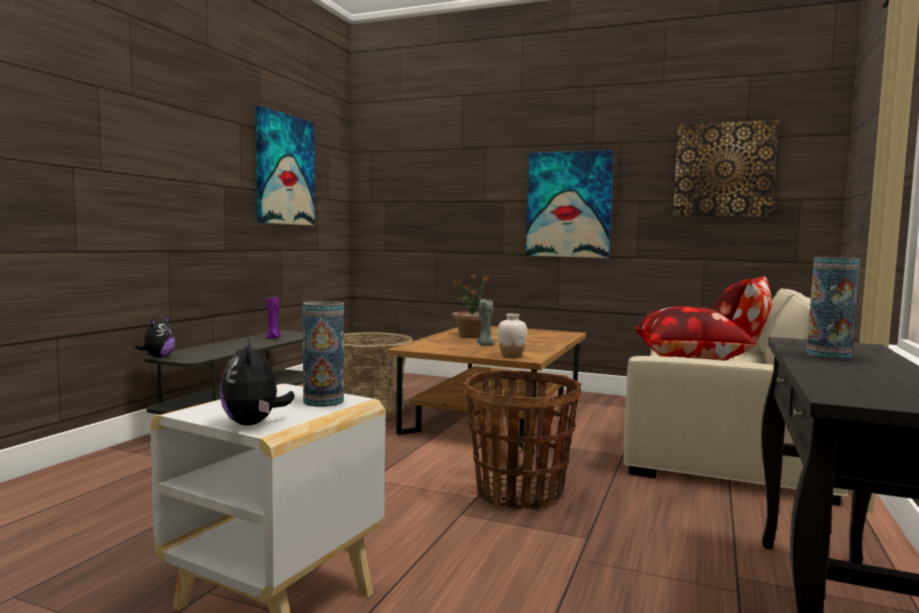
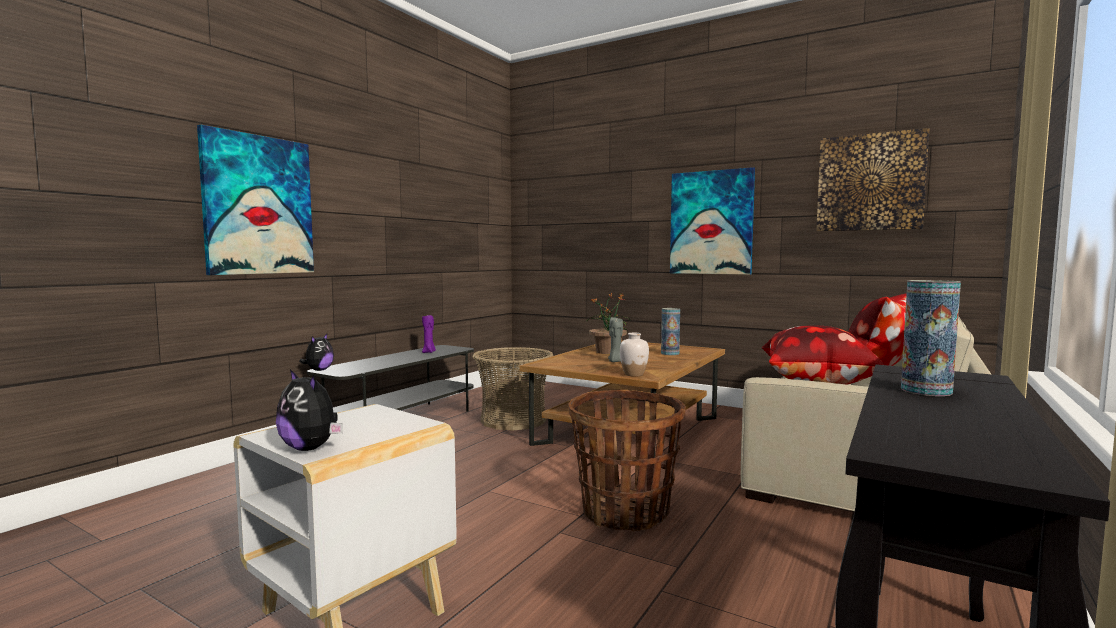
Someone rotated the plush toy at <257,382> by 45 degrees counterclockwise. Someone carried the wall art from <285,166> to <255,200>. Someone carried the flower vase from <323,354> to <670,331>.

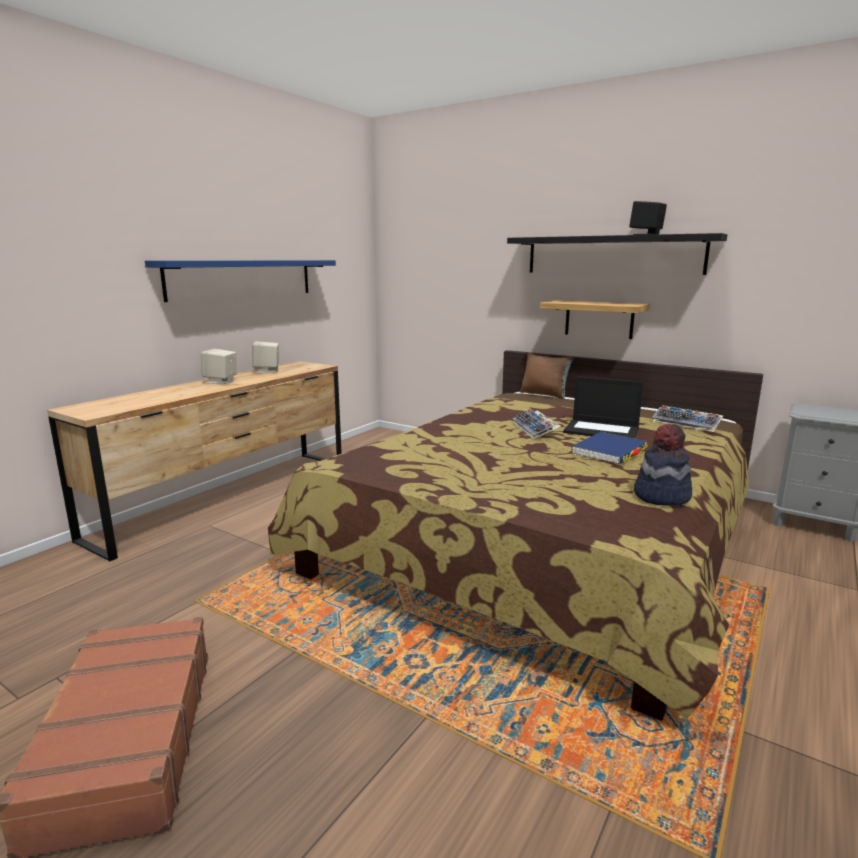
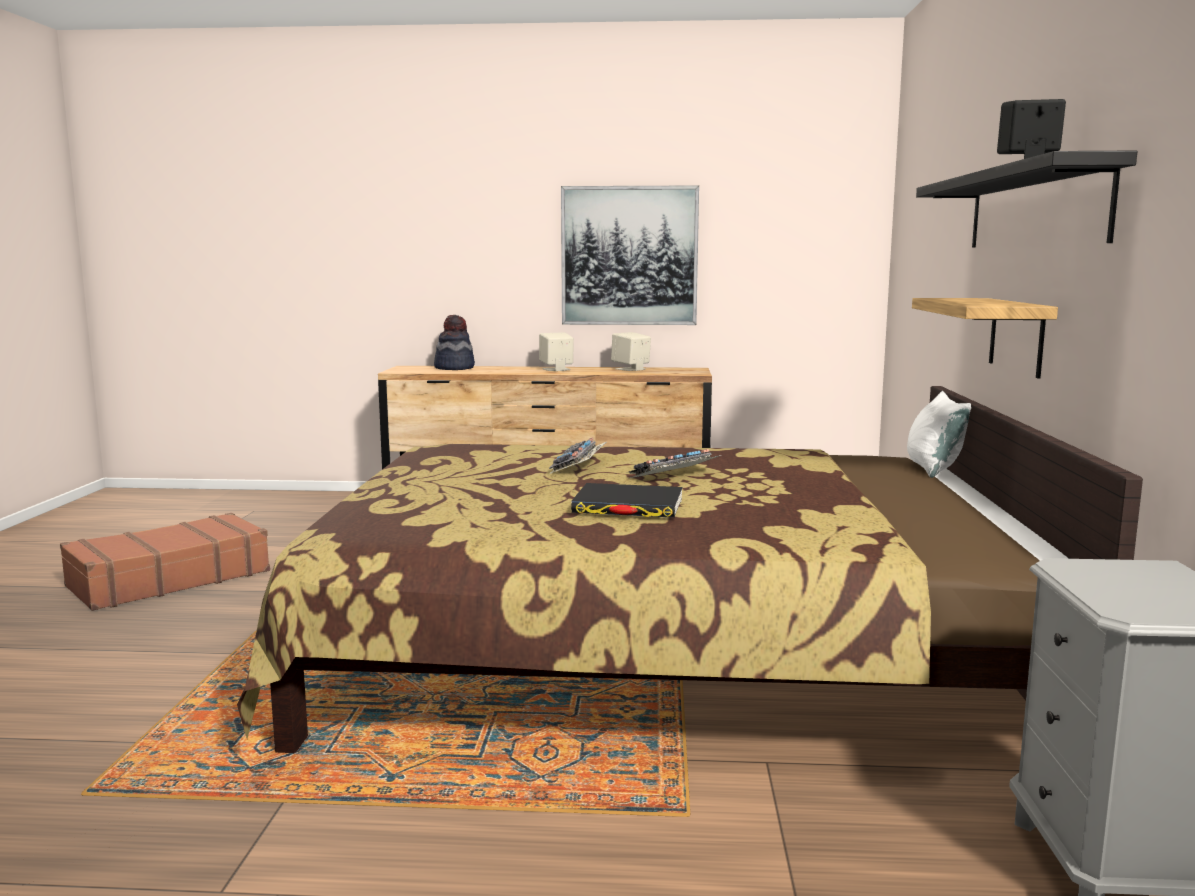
Someone swapped the blue wall shelf at <240,281> for the wall art at <630,255>. Someone repainted the brownish cushion at <547,375>, which became the white-coloured cushion at <939,434>. Someone took away the notebook computer at <603,407>. Someone repainted the blue book at <610,448>, which became the black book at <627,500>. Someone carried the hat from <663,465> to <454,342>. Someone carried the computer keyboard from <688,418> to <577,455>.

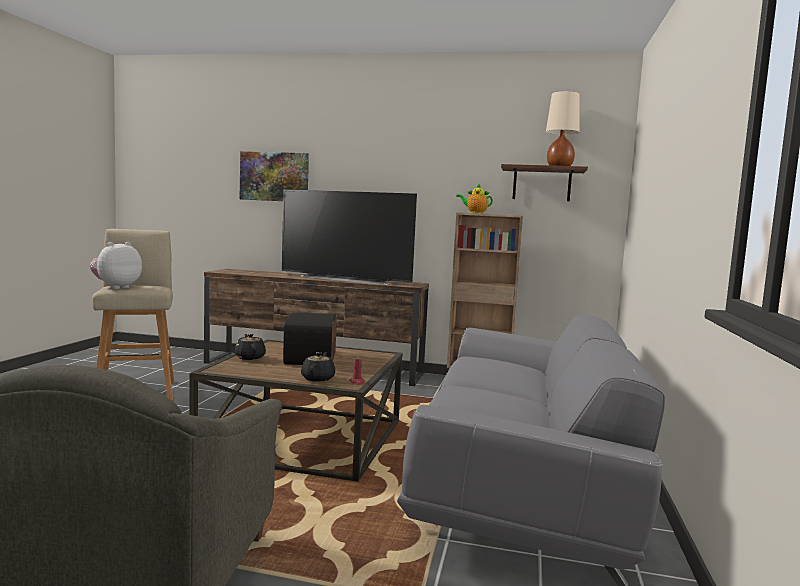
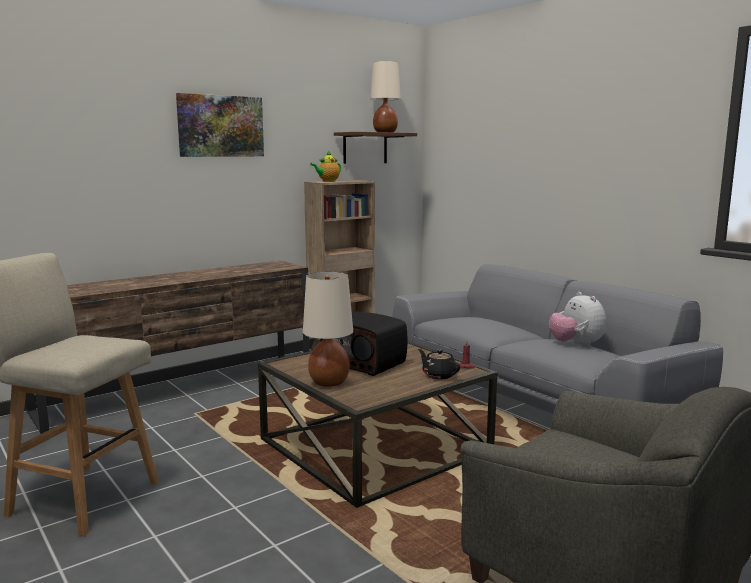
Someone carried the plush toy from <116,265> to <577,319>. Someone swapped the black tea pot at <250,347> for the sand-coloured table lamp at <328,329>. Someone carried the wall art from <274,176> to <220,125>. Someone took away the TV at <349,237>.

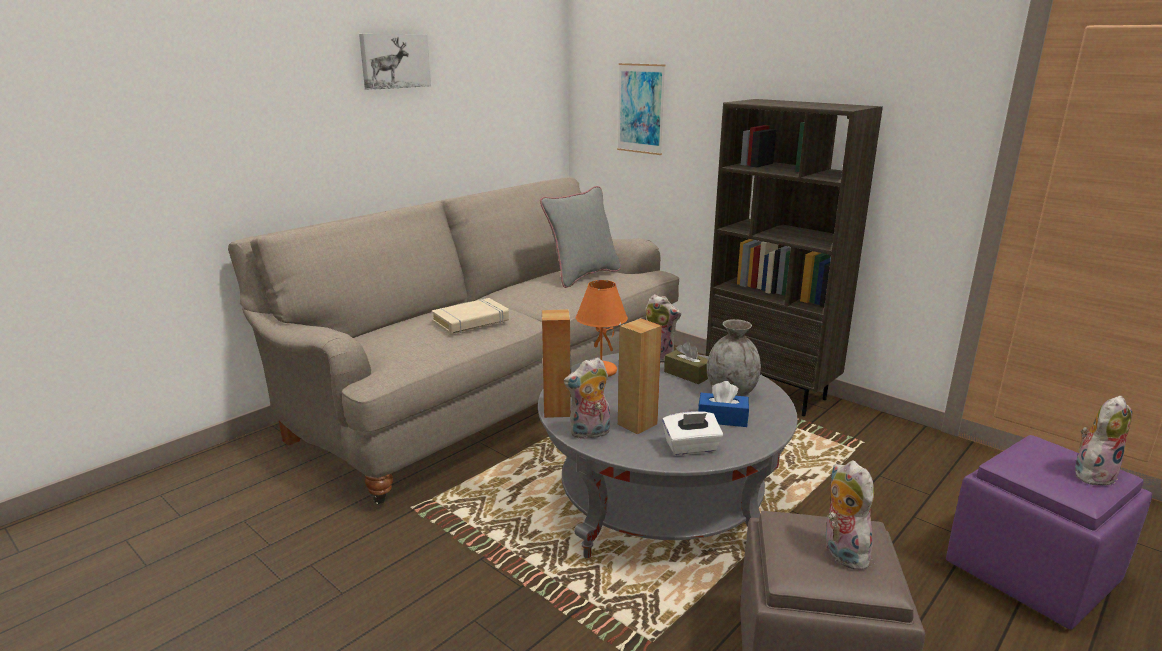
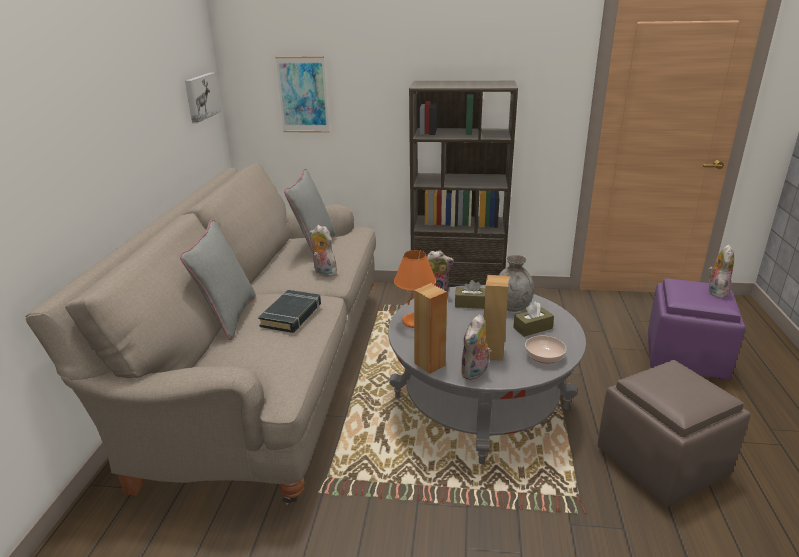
Someone carried the wall art from <395,62> to <203,98>. Someone repainted the sand-coloured book at <470,316>, which became the black book at <289,311>. Someone swapped the white-coloured tissue box at <692,433> for the deep dish at <546,350>. Someone repainted the blue tissue box at <723,404>, which became the brownish tissue box at <533,319>. Someone carried the plush toy from <850,515> to <323,251>. Someone put down the greyish cushion at <218,280>.

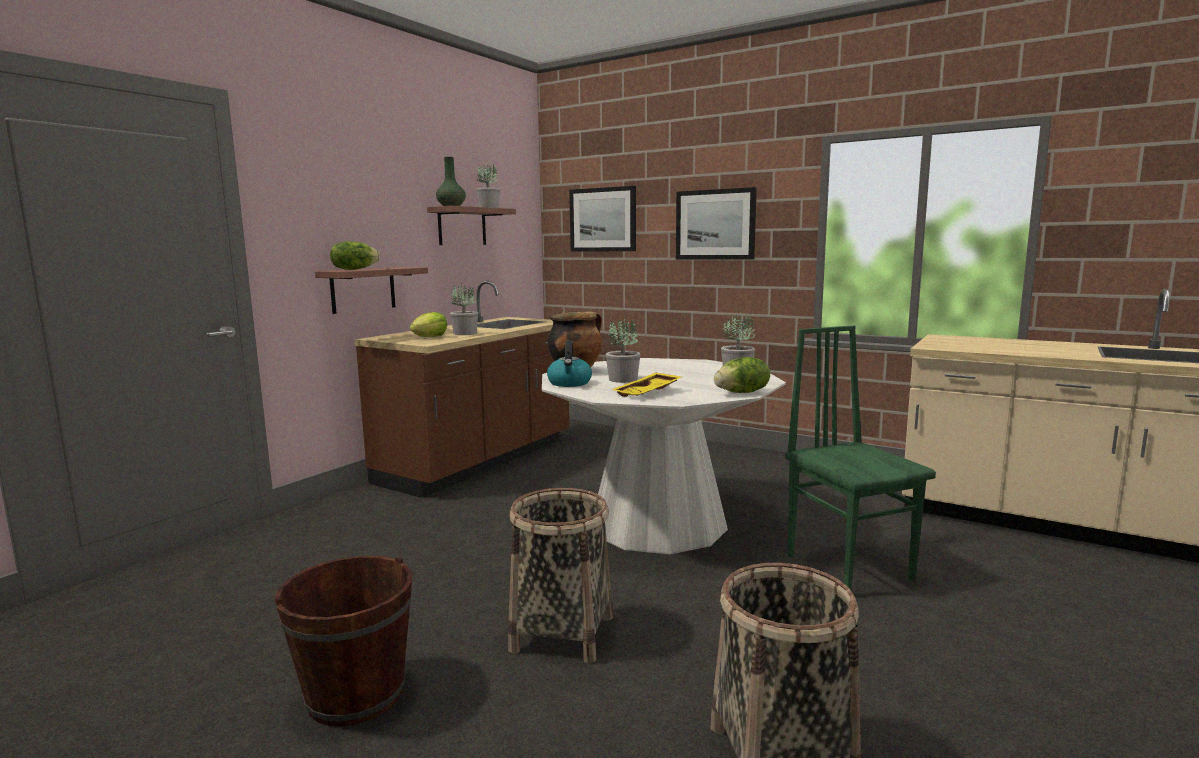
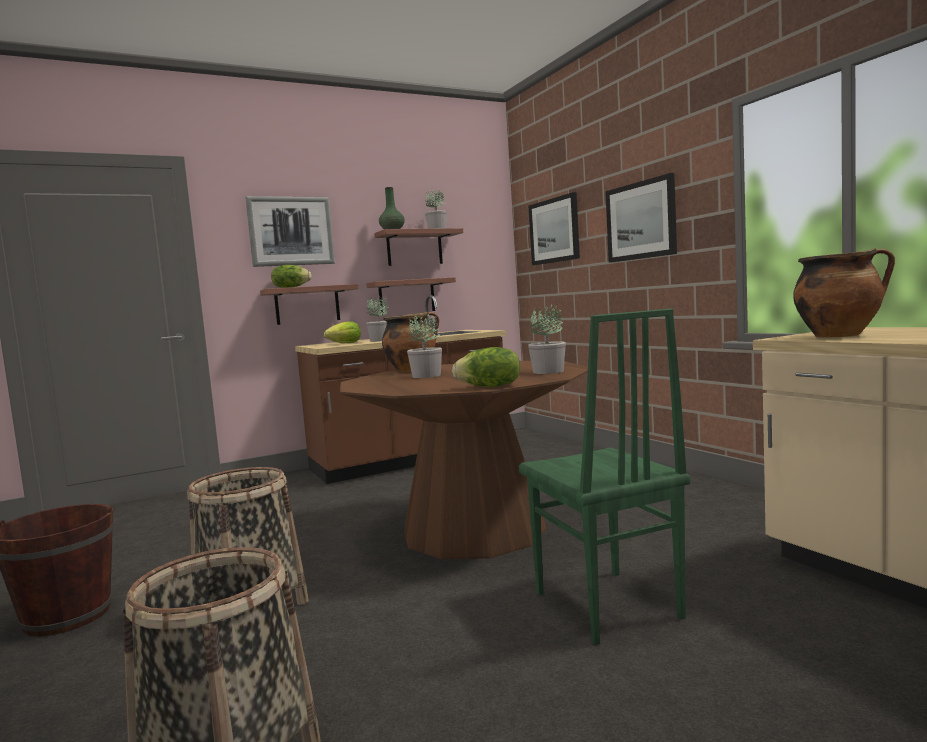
Someone repainted the white-coloured kitchen table at <664,456>, which became the brownish kitchen table at <464,460>. Someone took away the water kettle at <569,364>. Someone took away the yellow-coloured tray at <647,385>. Someone rotated the green chair at <860,458> by 150 degrees clockwise. Someone put up the wall art at <290,231>. Someone put up the wall shelf at <411,296>. Someone put down the cooking pot at <844,293>.

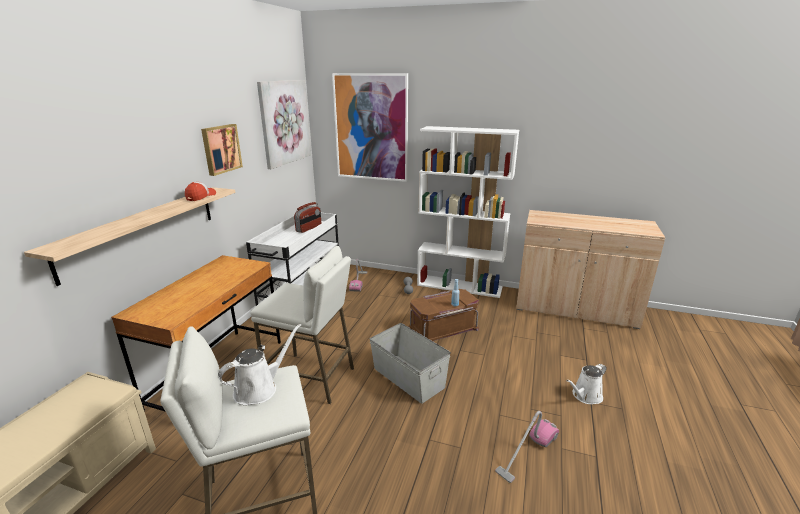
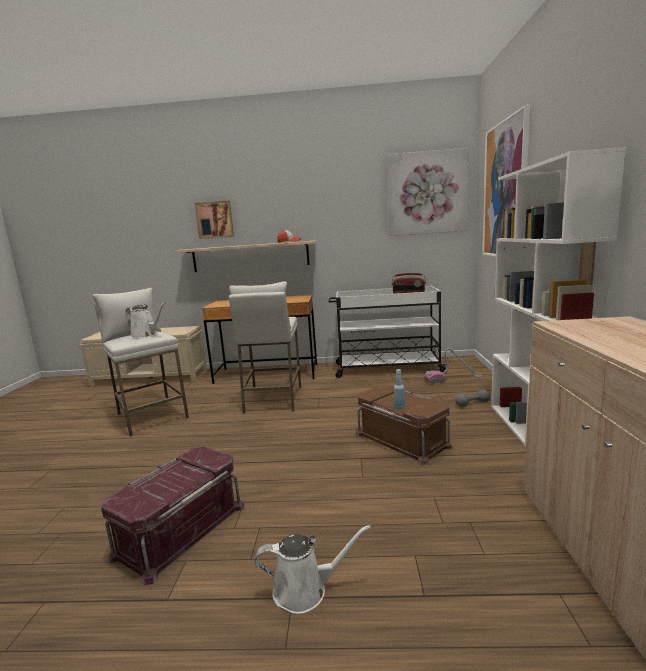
Someone carried the wall art from <222,150> to <214,220>. Someone took away the greyish storage container at <410,363>. Someone swapped the vacuum at <527,447> for the red storage container at <172,516>. Someone rotated the white-coloured watering can at <586,384> by 135 degrees clockwise.

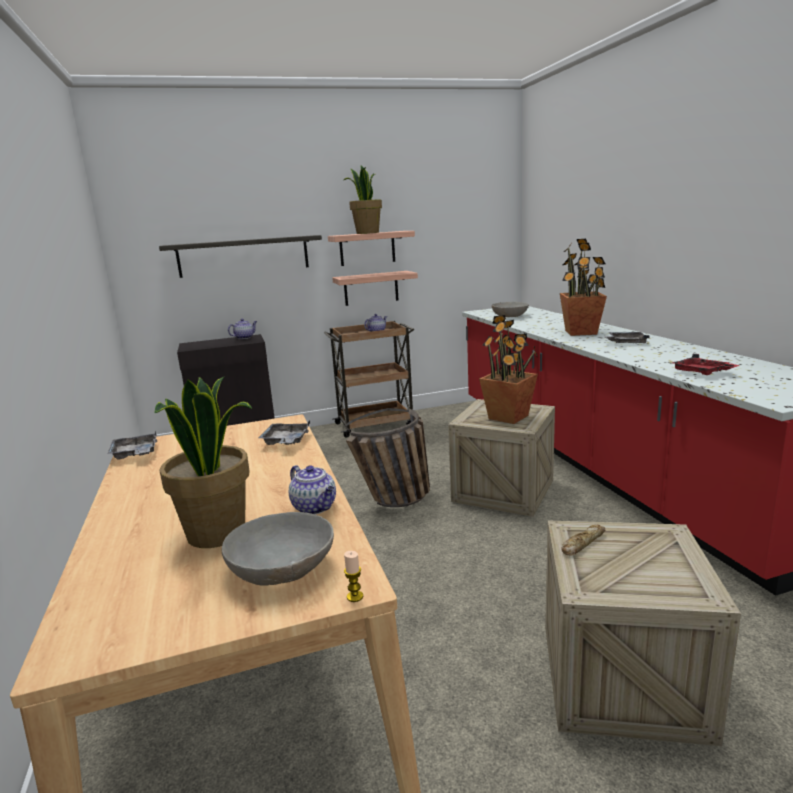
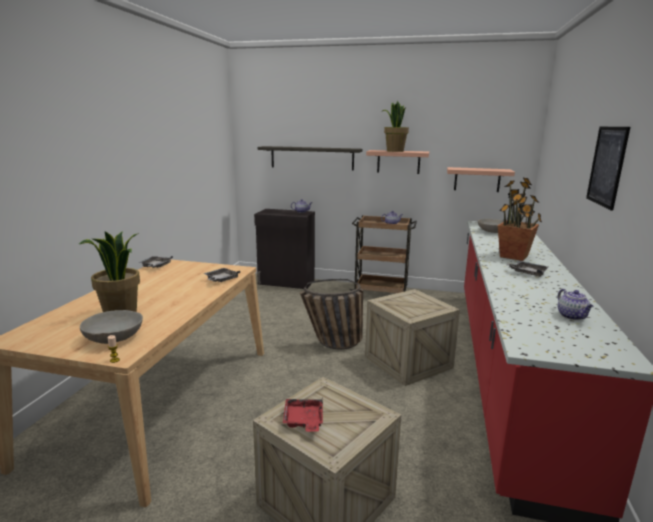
Someone carried the tea pot from <312,489> to <576,304>. Someone carried the wall shelf from <375,288> to <481,179>. Someone took away the potted plant at <508,369>. Someone took away the baked bread at <583,539>. Someone carried the red tray from <705,364> to <303,414>. Someone put up the wall art at <608,169>.

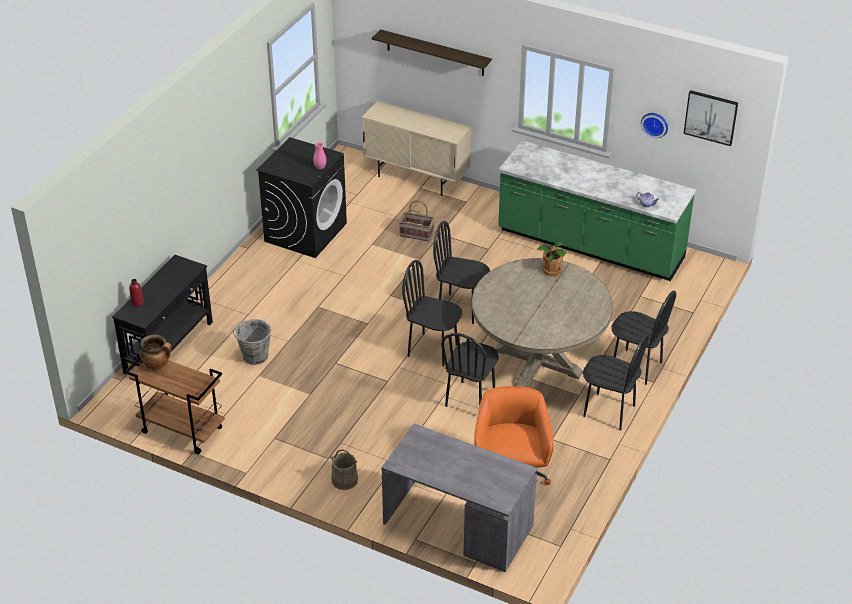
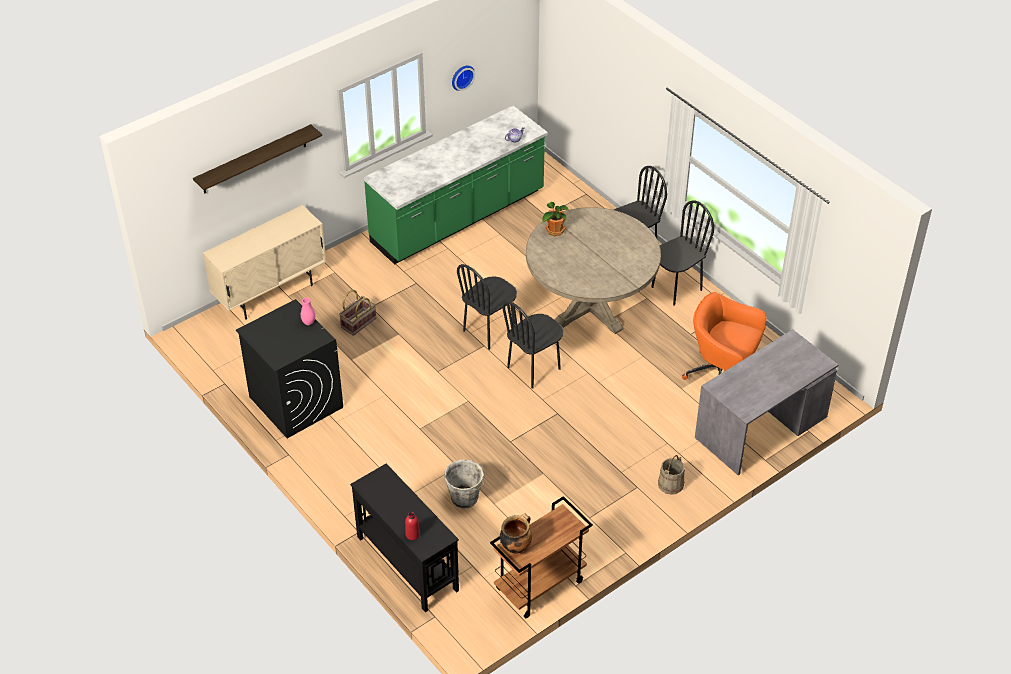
Someone took away the black chair at <470,370>. Someone took away the wall art at <710,118>.

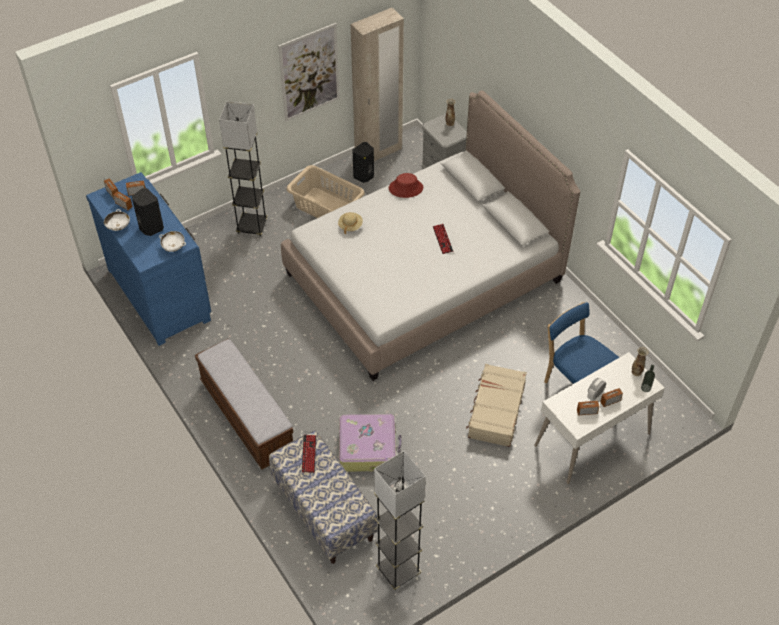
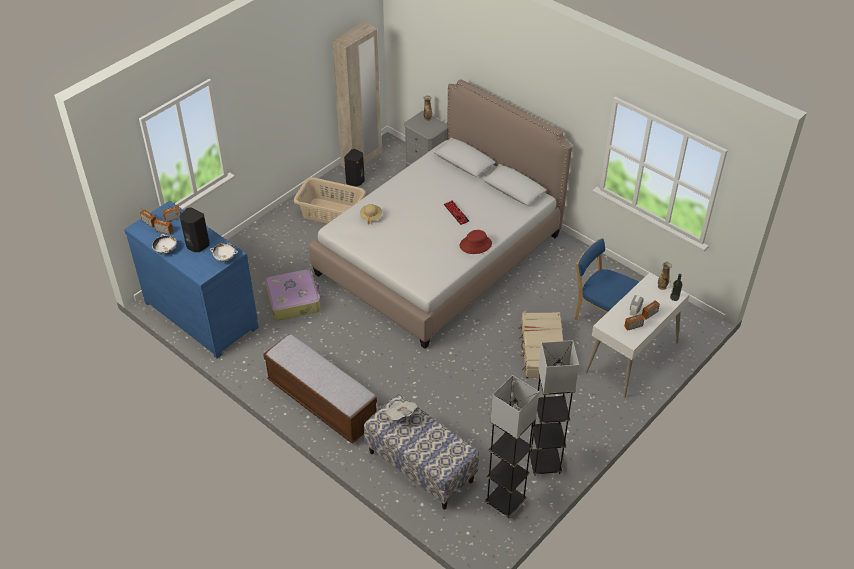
Someone carried the greyish floor lamp from <243,169> to <554,408>. Someone took away the wall art at <309,72>. Someone swapped the computer keyboard at <309,454> for the daily paper at <401,410>. Someone carried the piece of luggage from <370,443> to <293,295>. Someone carried the red hat from <406,185> to <476,242>.

